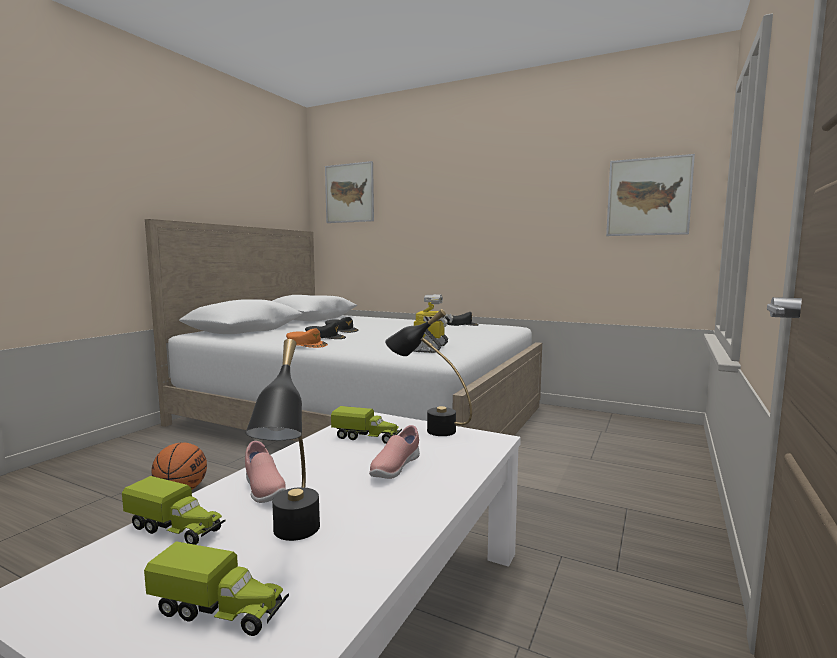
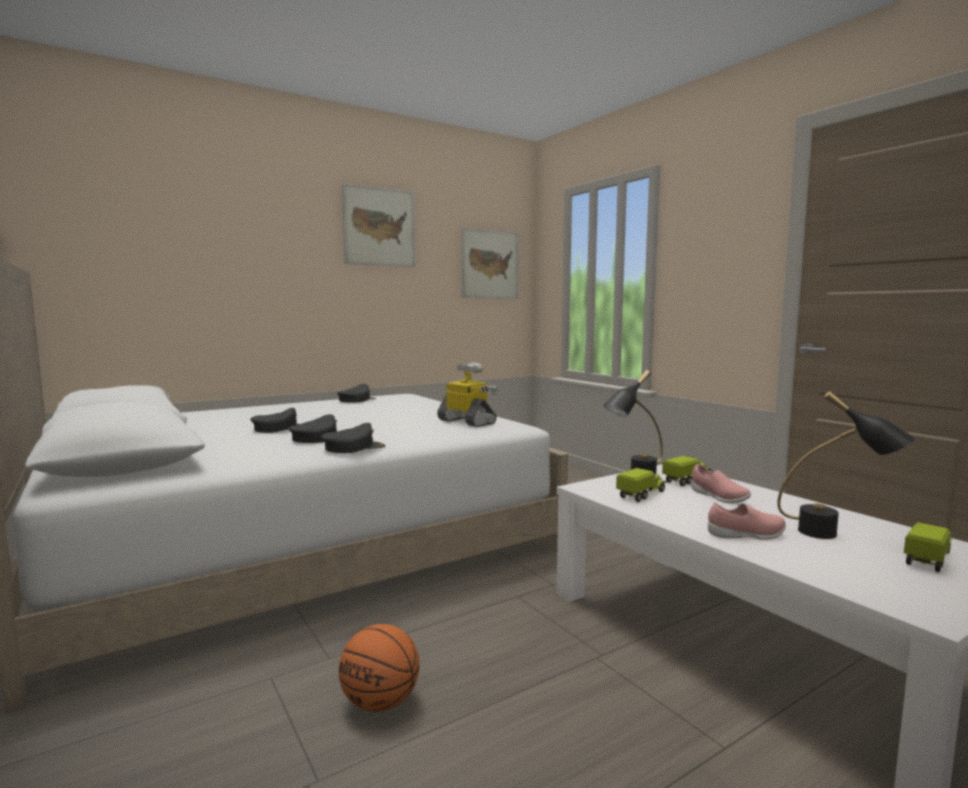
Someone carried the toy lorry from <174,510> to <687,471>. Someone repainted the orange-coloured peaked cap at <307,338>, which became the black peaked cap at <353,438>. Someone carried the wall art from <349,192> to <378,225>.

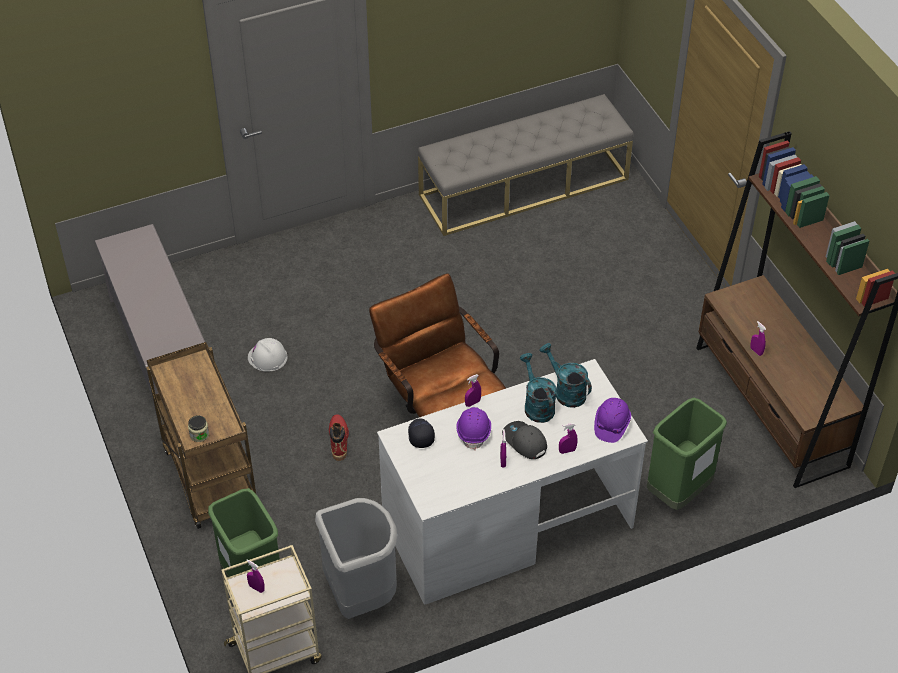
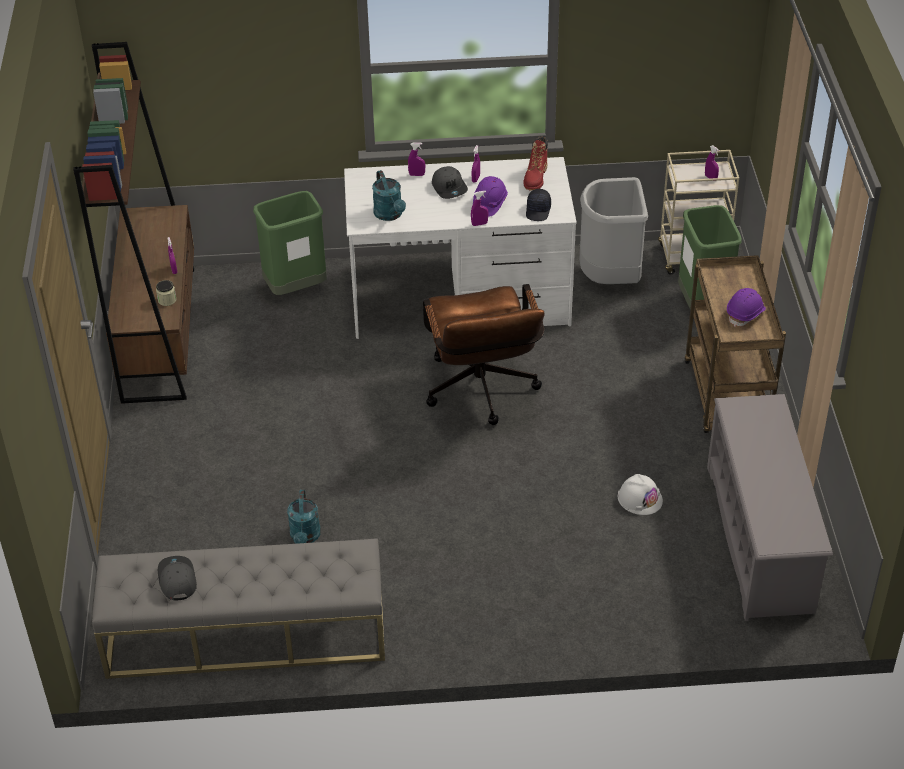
Someone carried the jar from <198,428> to <166,293>. Someone carried the red tall boot from <339,437> to <535,163>. Someone carried the turquoise-coloured watering can from <538,388> to <304,516>. Someone carried the purple-coloured work helmet from <612,420> to <746,307>. Someone put down the greyish peaked cap at <177,578>.

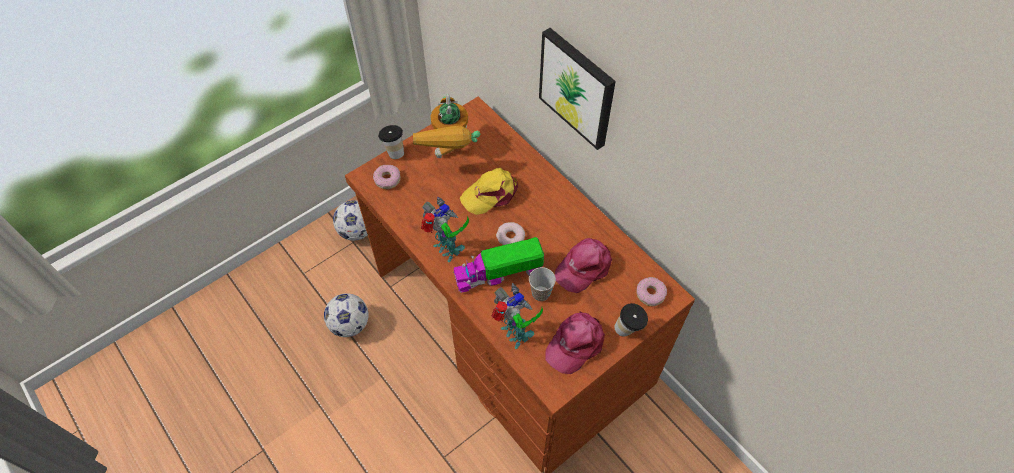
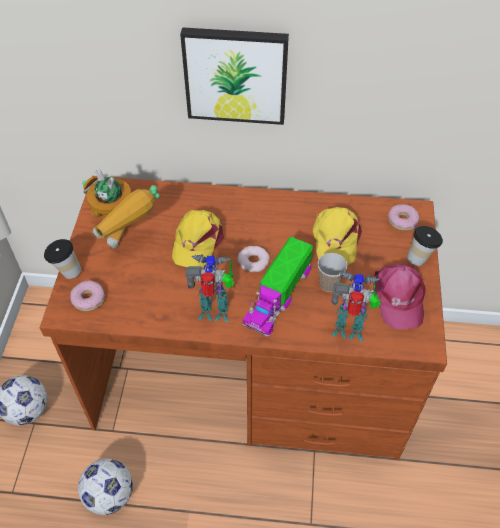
Someone repainted the pink-coloured peaked cap at <583,265>, which became the yellow-coloured peaked cap at <337,236>.

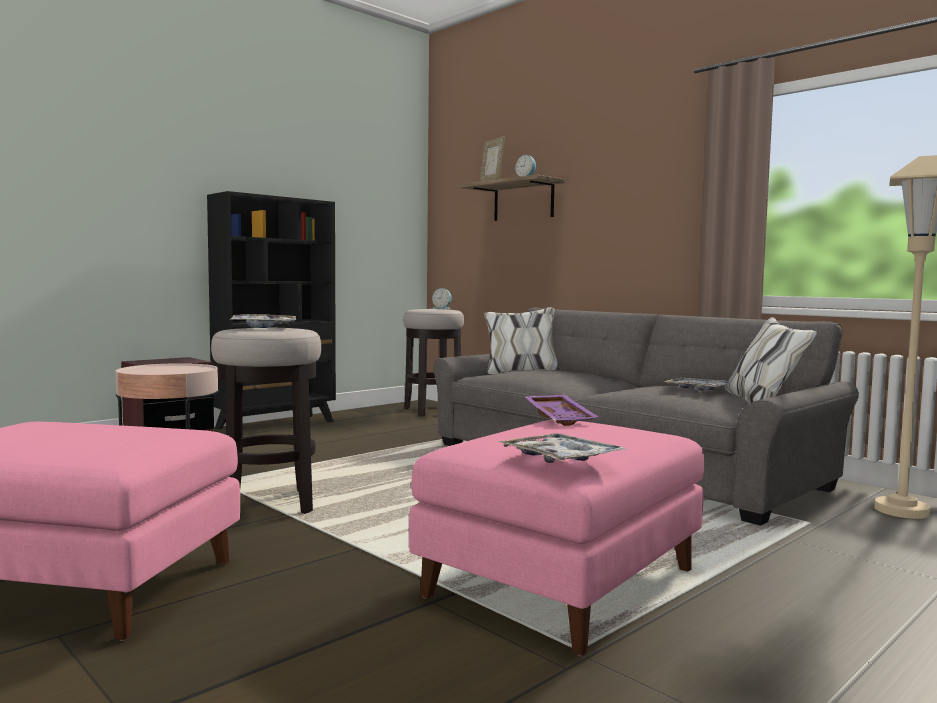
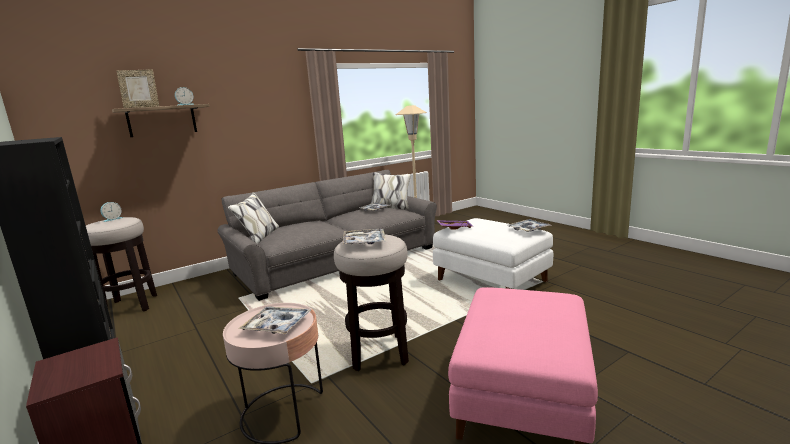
Someone repainted the pink-coloured ottoman at <556,537>, which became the white-coloured ottoman at <493,253>. Someone put down the tray at <274,320>.

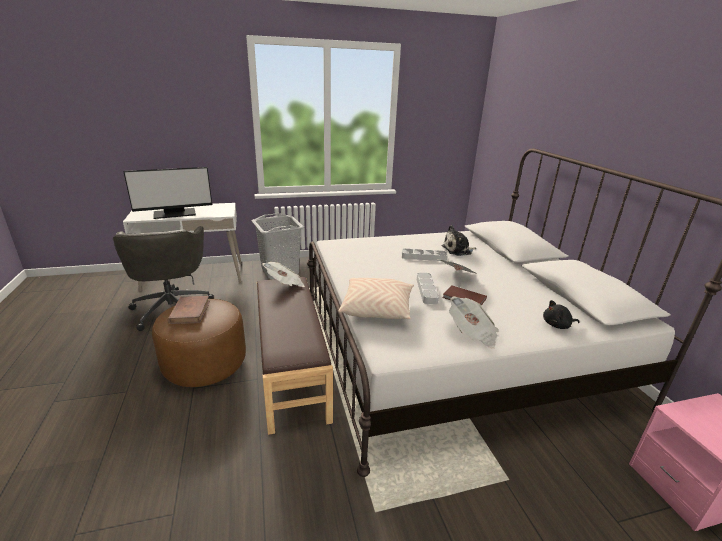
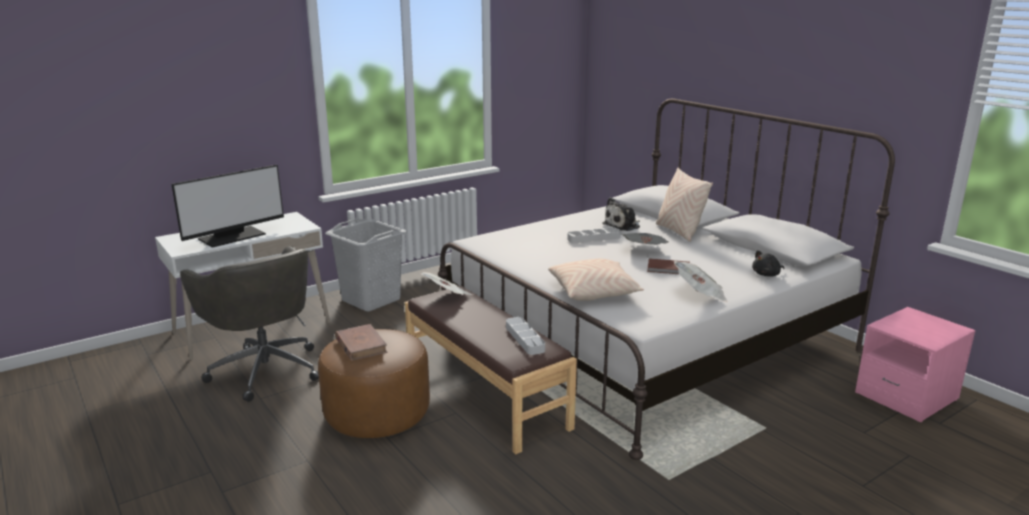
Someone carried the greyish tray from <428,288> to <525,336>. Someone put down the sand-coloured cushion at <684,204>.

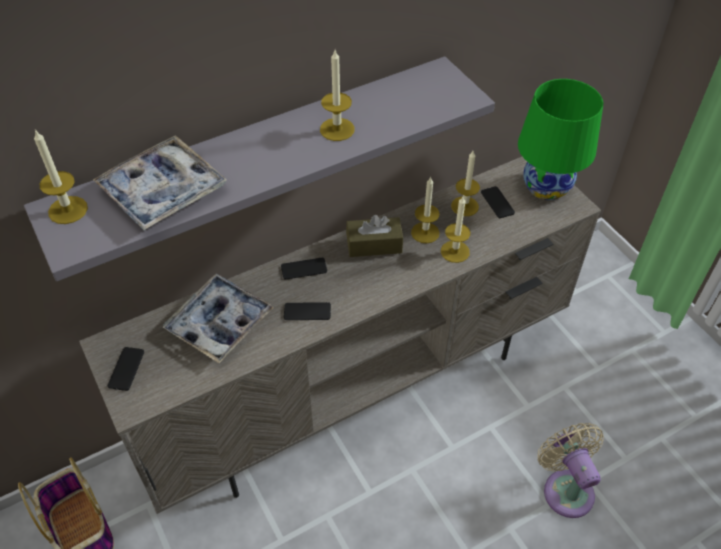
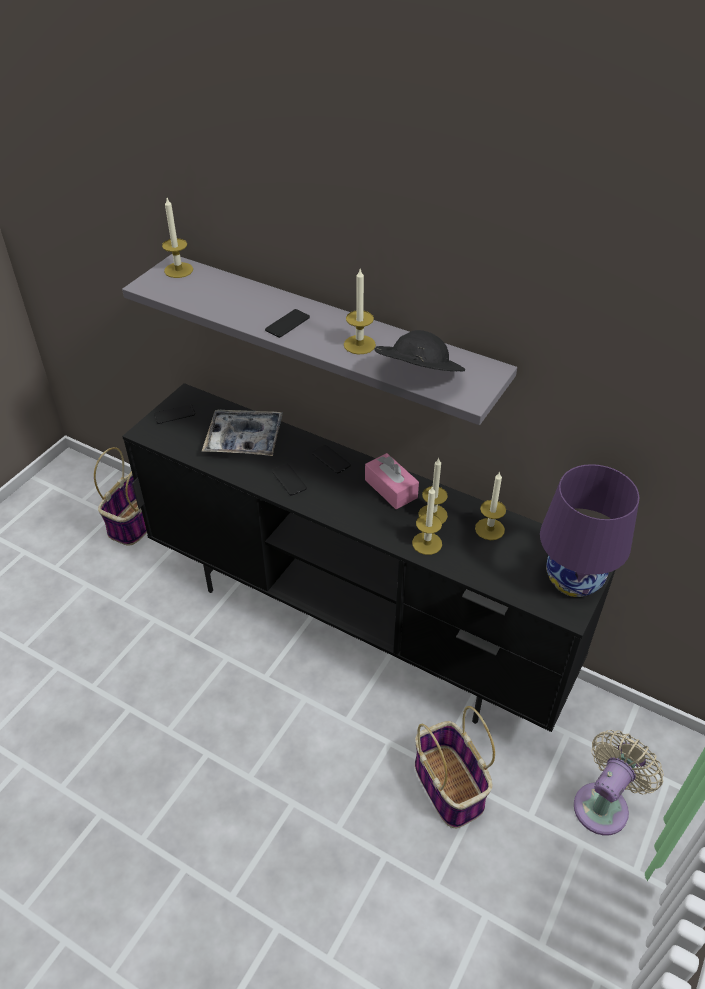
Someone repainted the sand-coloured tv stand at <340,335>, which became the black tv stand at <368,557>. Someone took away the tray at <160,182>. Someone repainted the brownish tissue box at <374,236>, which became the pink-coloured tissue box at <392,481>. Someone carried the telephone from <498,202> to <287,323>. Someone repainted the green table lamp at <560,139>, which became the purple-coloured table lamp at <589,530>. Someone carried the sand-coloured cooling fan from <570,470> to <619,782>. Someone put down the black hat at <419,351>. Someone put down the basket at <455,767>.

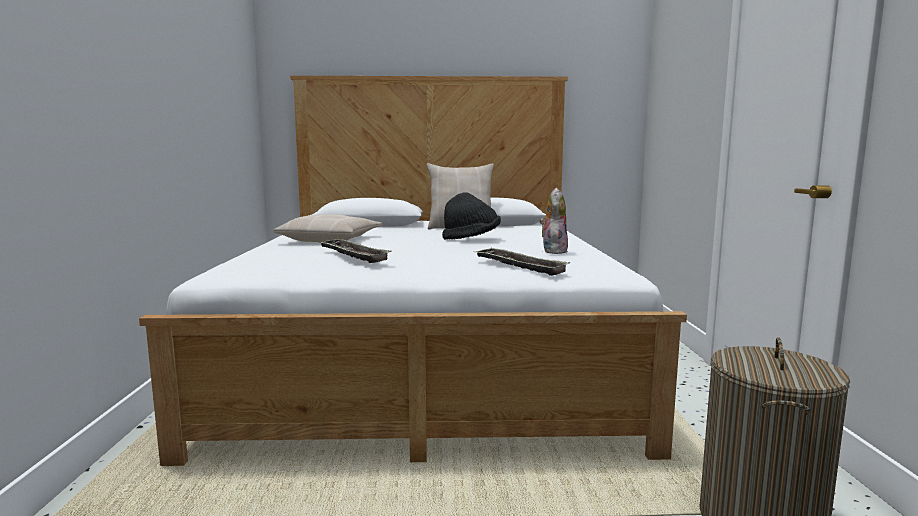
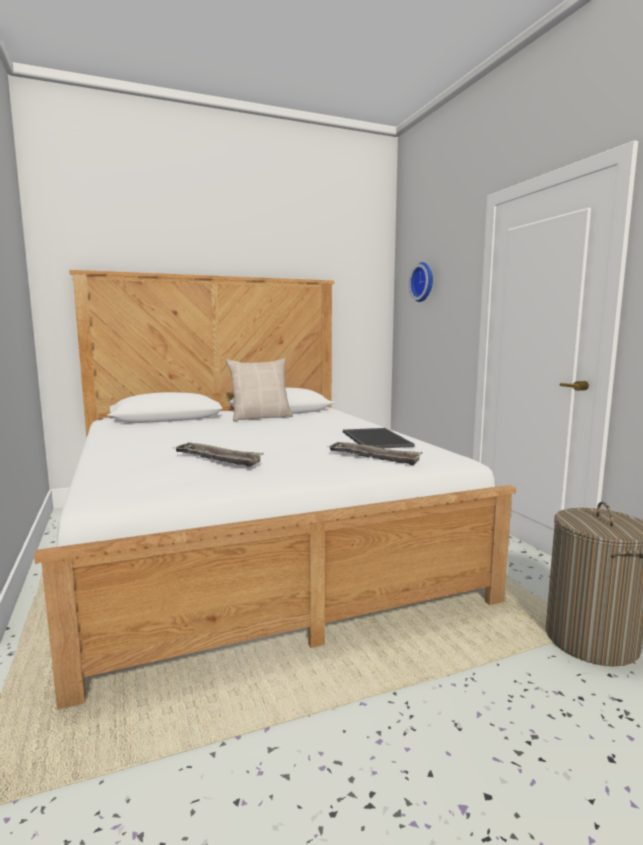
Someone took away the sand-coloured cushion at <328,228>. Someone took away the black hat at <471,216>. Someone swapped the plush toy at <554,221> for the tray at <379,438>. Someone put up the clock on the wall at <421,282>.

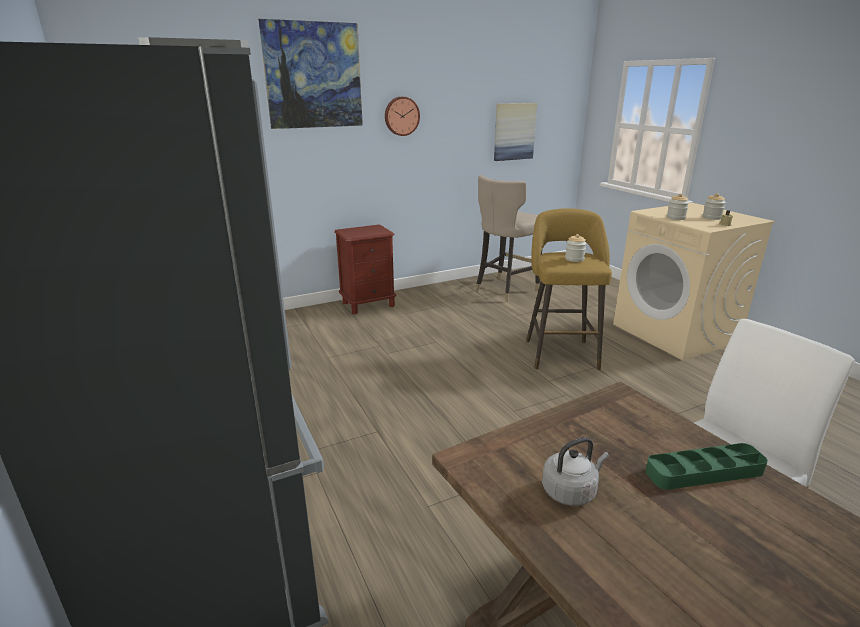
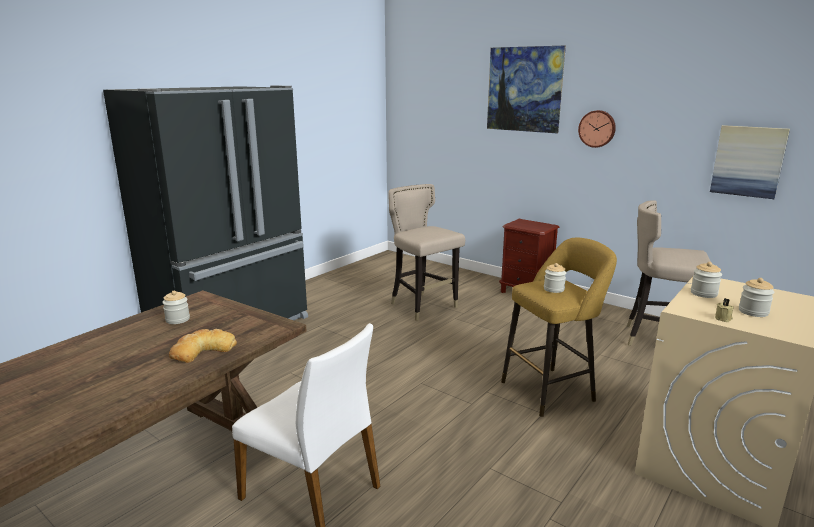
Someone swapped the greyish water kettle at <575,471> for the jar at <176,307>. Someone swapped the green tray at <707,466> for the baked bread at <203,346>. Someone put down the sand-coloured stool seat at <427,252>.

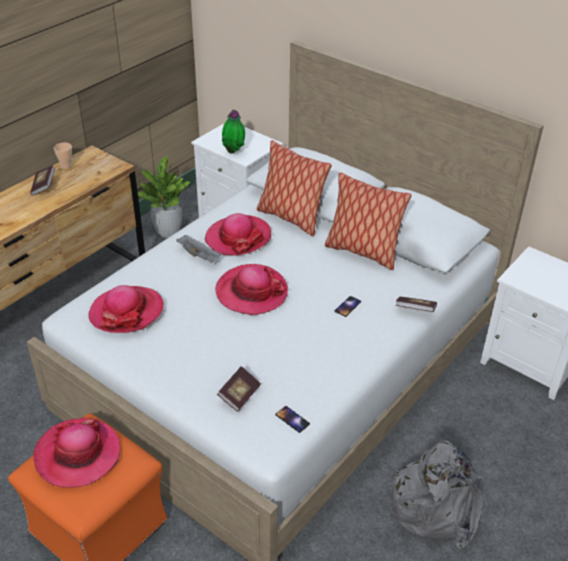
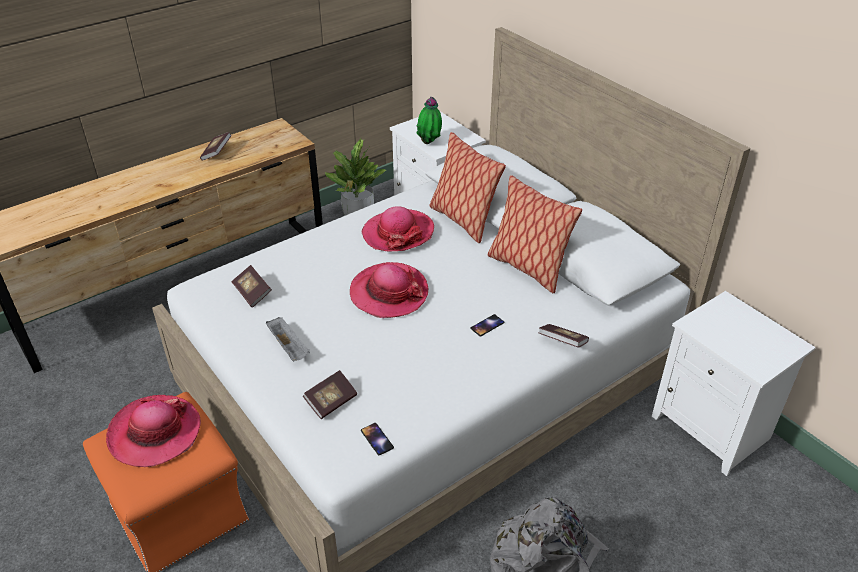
Someone took away the drinking cup at <63,156>. Someone swapped the hat at <126,309> for the book at <251,286>. Someone carried the greyish tray from <198,249> to <288,339>.

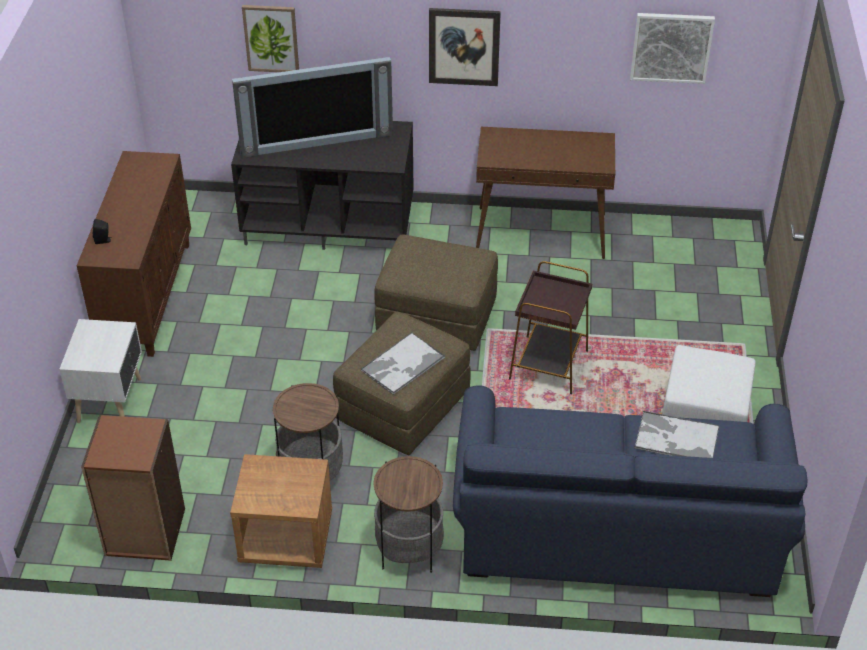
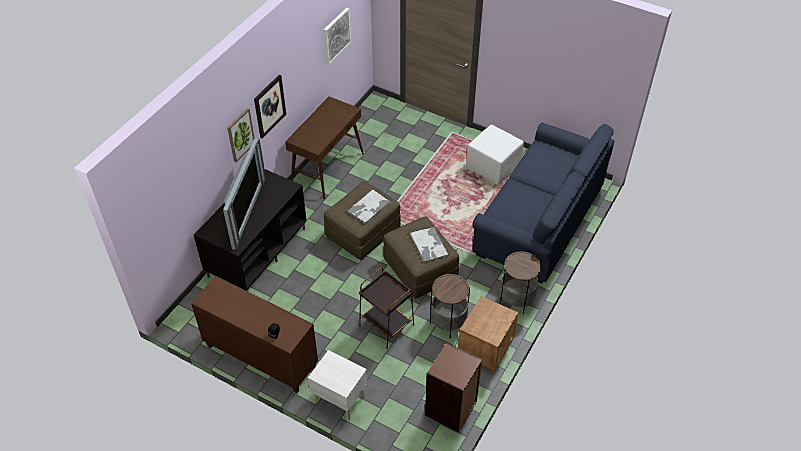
Someone carried the wall art from <270,38> to <240,135>. Someone carried the brownish accent table from <550,327> to <386,308>. Someone carried the tray from <677,434> to <369,206>.

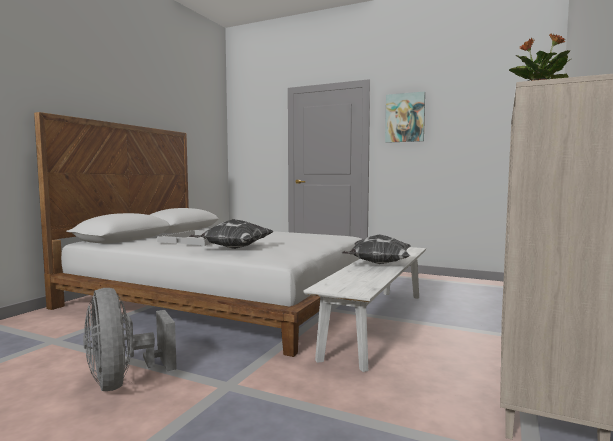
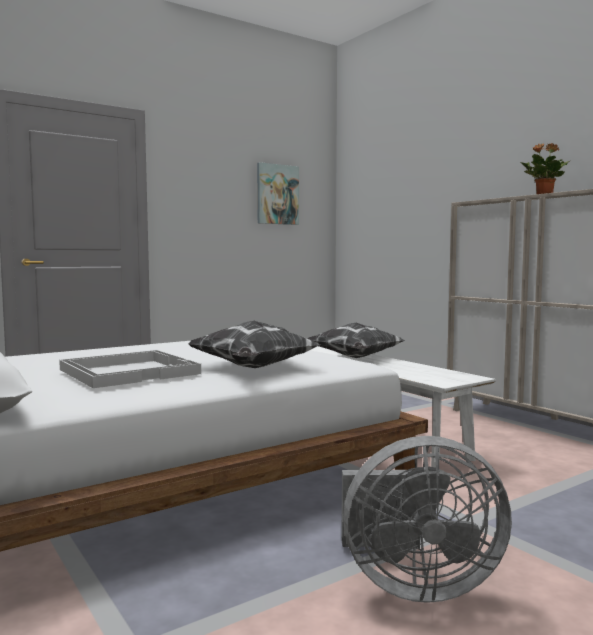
Someone carried the wall art from <405,117> to <278,193>.

